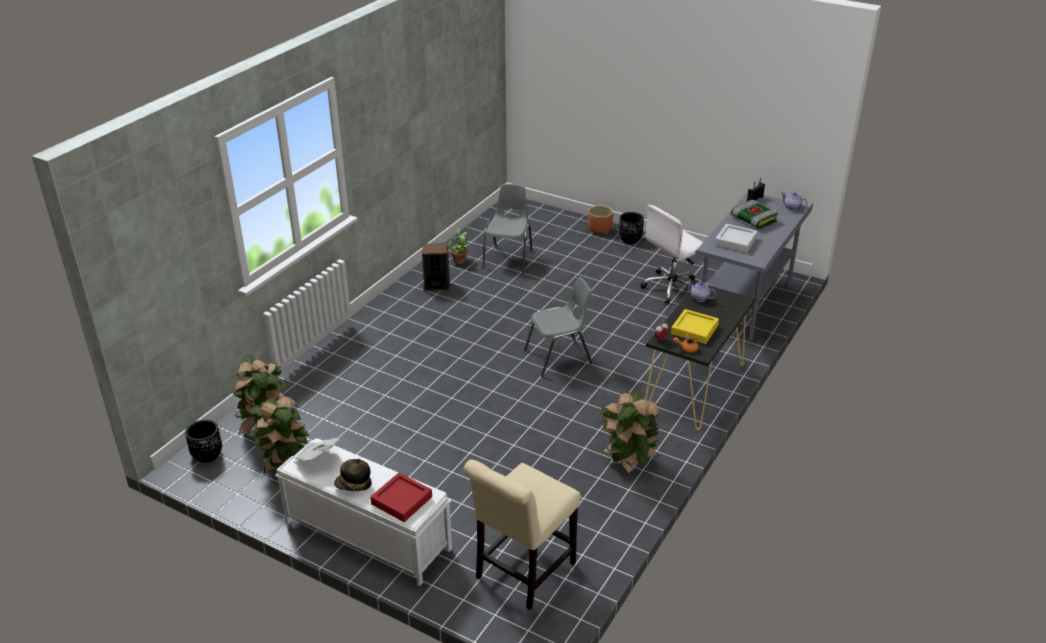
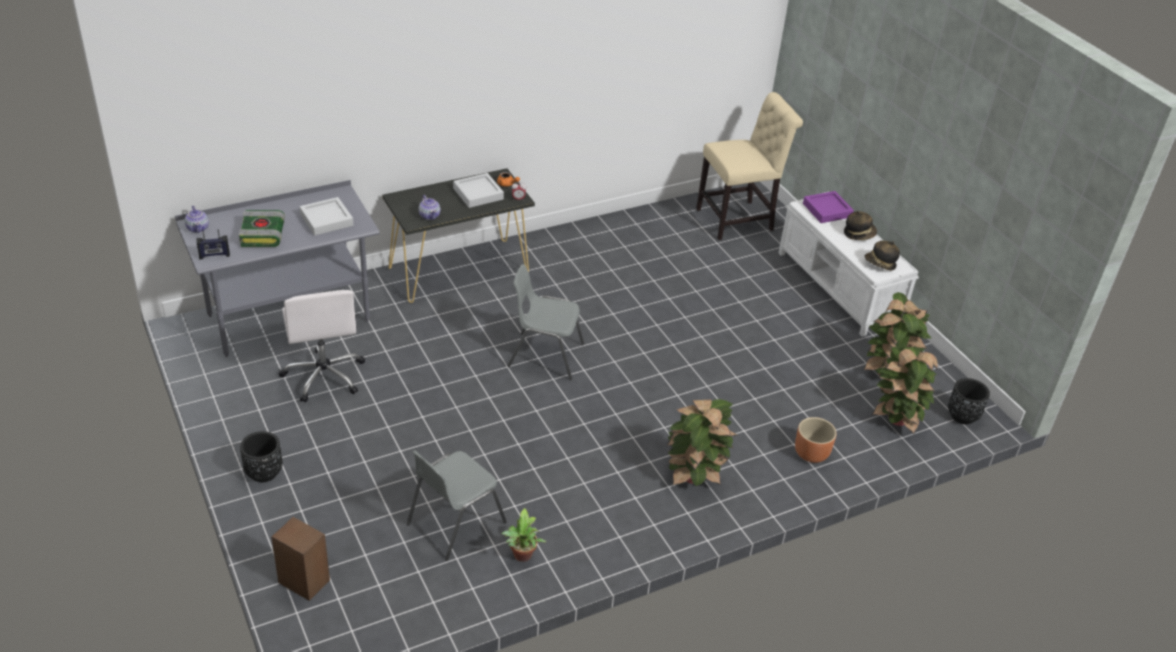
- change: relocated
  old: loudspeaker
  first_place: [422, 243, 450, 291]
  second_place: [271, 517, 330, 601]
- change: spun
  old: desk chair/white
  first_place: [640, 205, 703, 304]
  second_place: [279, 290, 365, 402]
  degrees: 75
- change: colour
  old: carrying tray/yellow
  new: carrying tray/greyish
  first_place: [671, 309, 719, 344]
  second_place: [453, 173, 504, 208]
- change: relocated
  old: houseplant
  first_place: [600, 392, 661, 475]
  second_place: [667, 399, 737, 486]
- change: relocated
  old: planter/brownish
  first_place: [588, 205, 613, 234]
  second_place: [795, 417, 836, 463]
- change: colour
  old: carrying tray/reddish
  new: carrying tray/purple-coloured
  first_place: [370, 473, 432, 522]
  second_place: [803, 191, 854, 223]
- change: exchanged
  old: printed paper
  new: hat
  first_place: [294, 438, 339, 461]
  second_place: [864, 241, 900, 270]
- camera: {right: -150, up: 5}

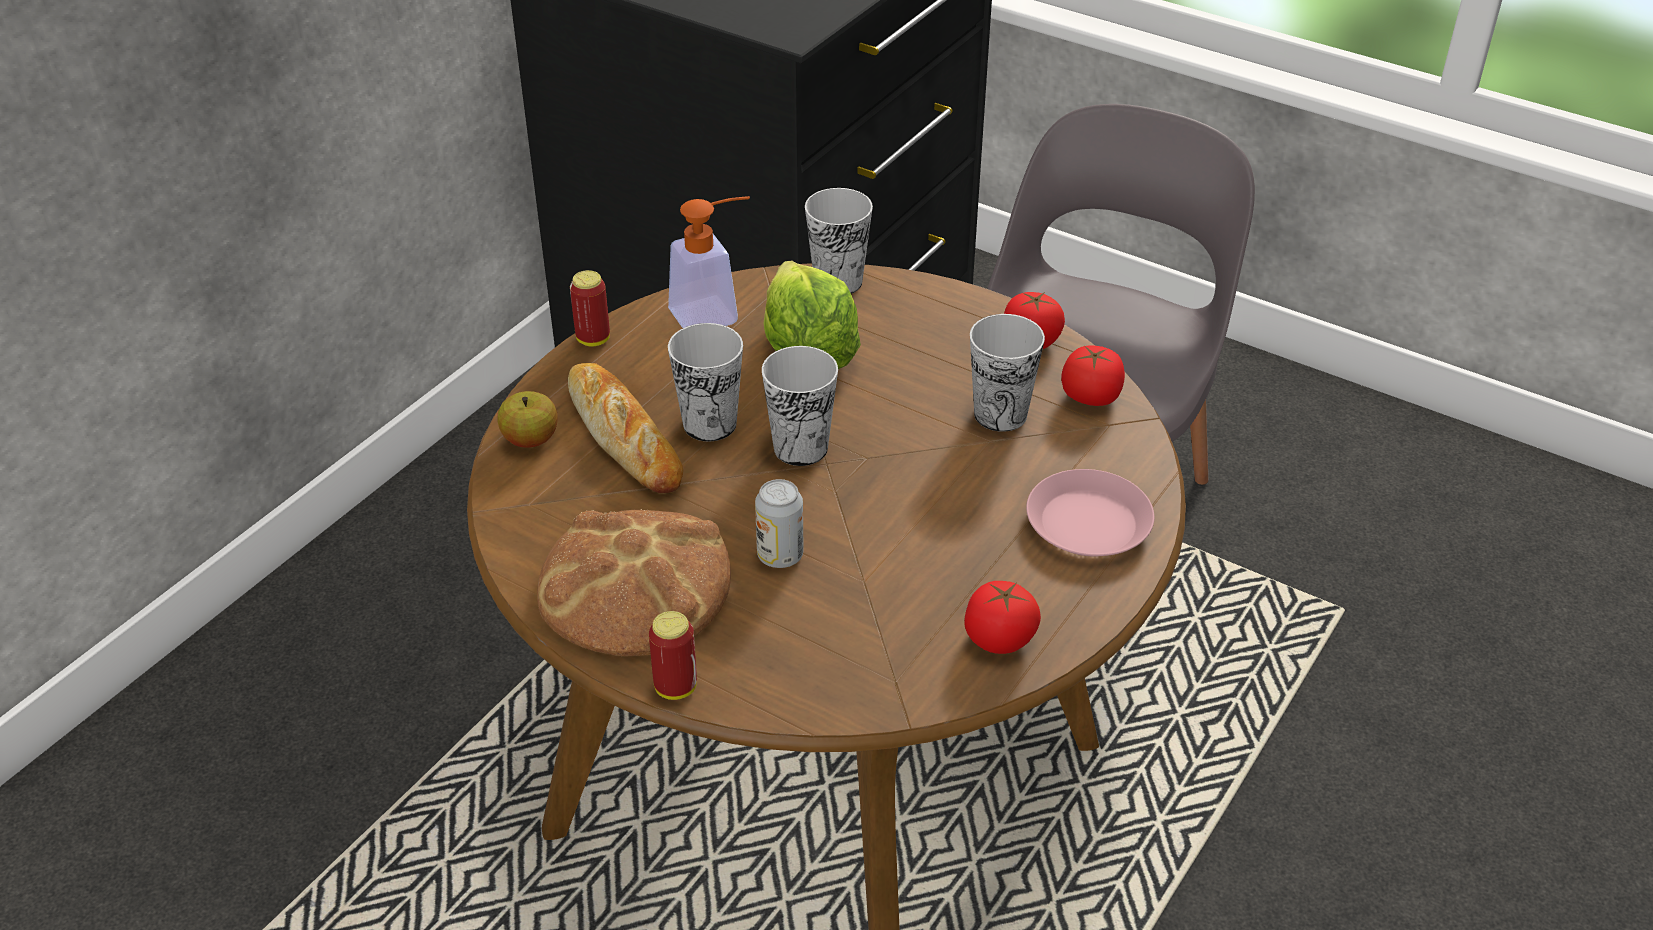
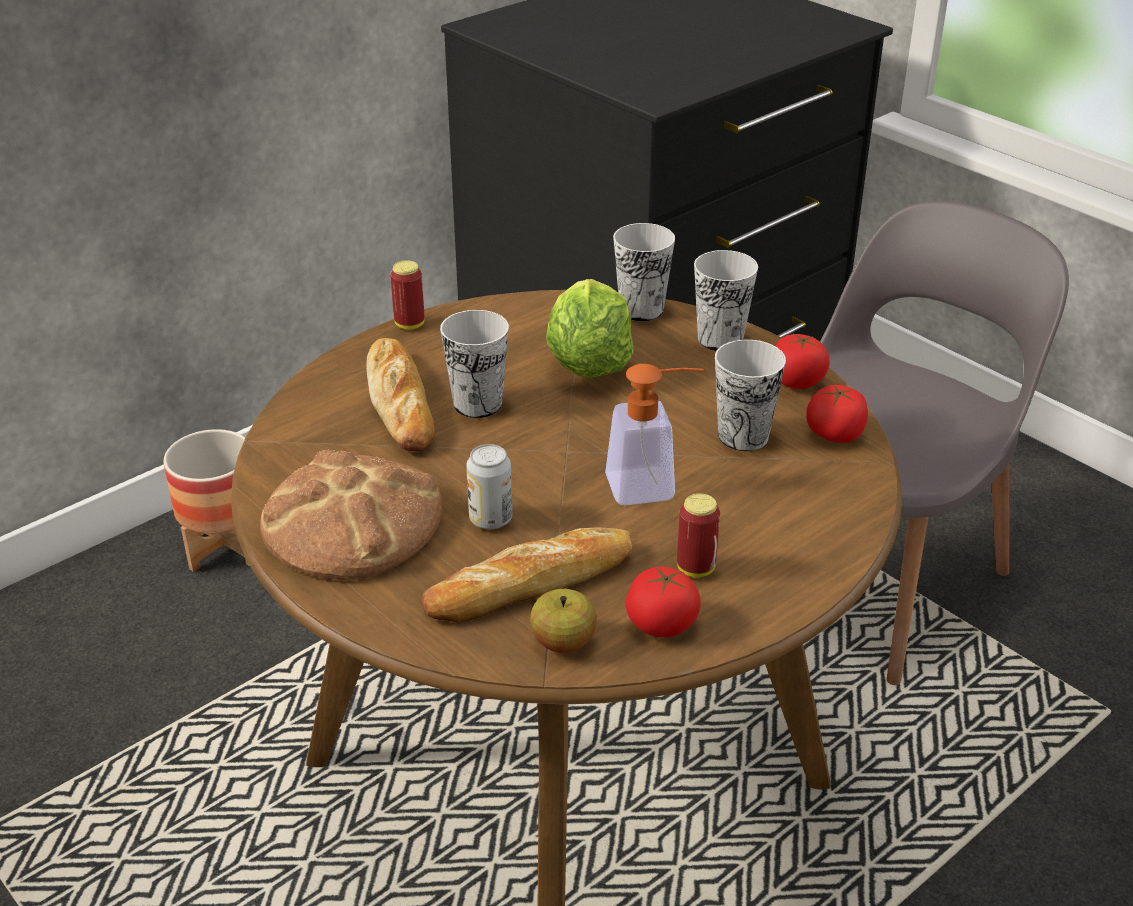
- change: appeared
  new: planter
  second_place: [163, 429, 250, 572]
- change: appeared
  new: bread
  second_place: [422, 527, 633, 623]
- change: relocated
  old: whole apple
  first_place: [497, 391, 558, 448]
  second_place: [530, 589, 597, 653]
- change: relocated
  old: soap dispenser
  first_place: [668, 196, 750, 328]
  second_place: [605, 364, 704, 505]
- change: relocated
  old: sealed can
  first_place: [649, 611, 697, 700]
  second_place: [677, 493, 720, 577]
- change: relocated
  old: drinking cup
  first_place: [762, 346, 838, 466]
  second_place: [694, 250, 758, 351]
- change: missing
  old: plate/pink-coloured
  first_place: [1026, 469, 1154, 556]
- camera: {right: 15, up: -5}

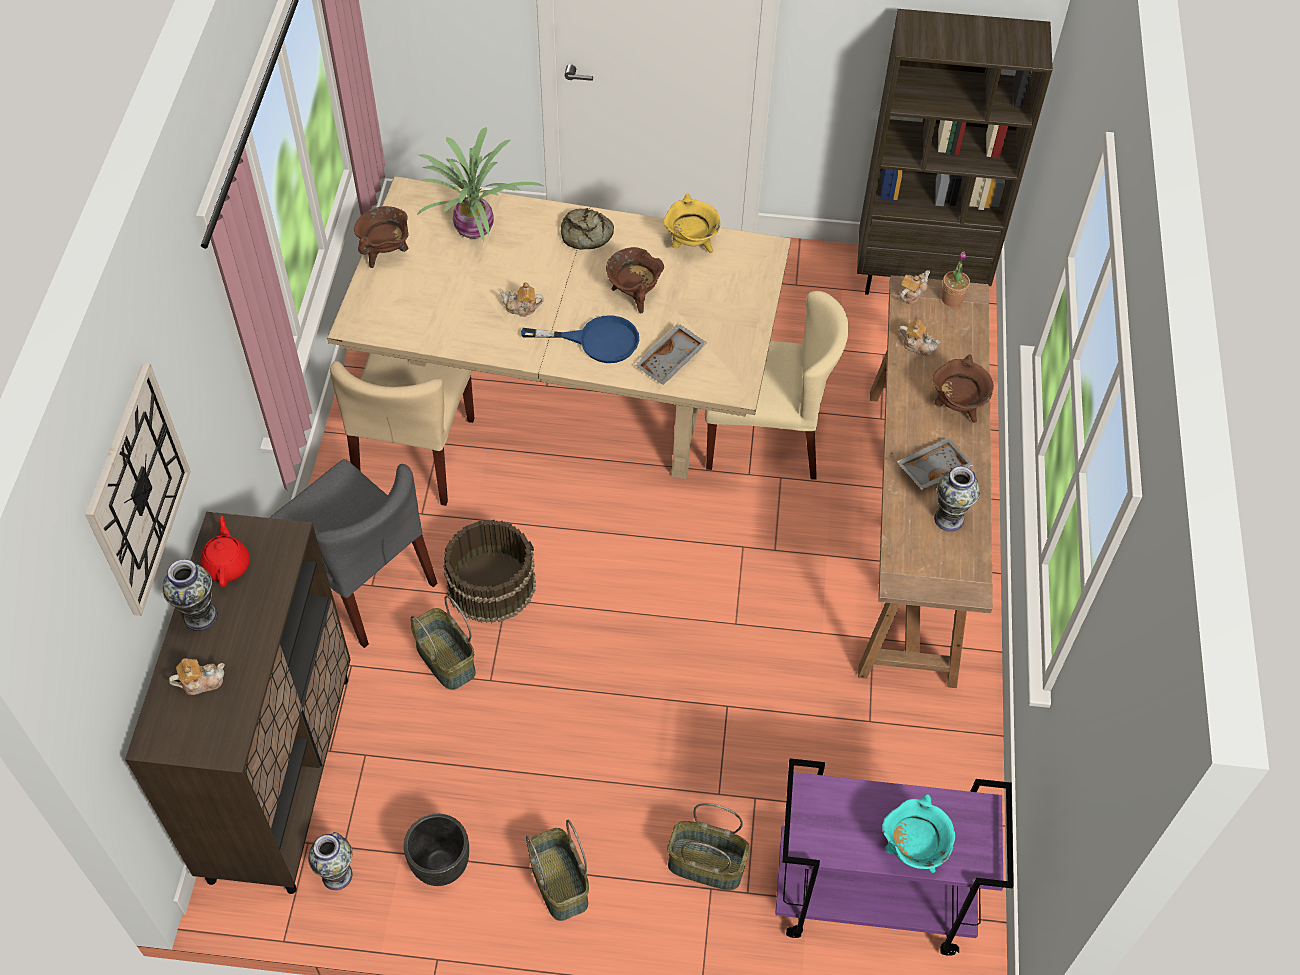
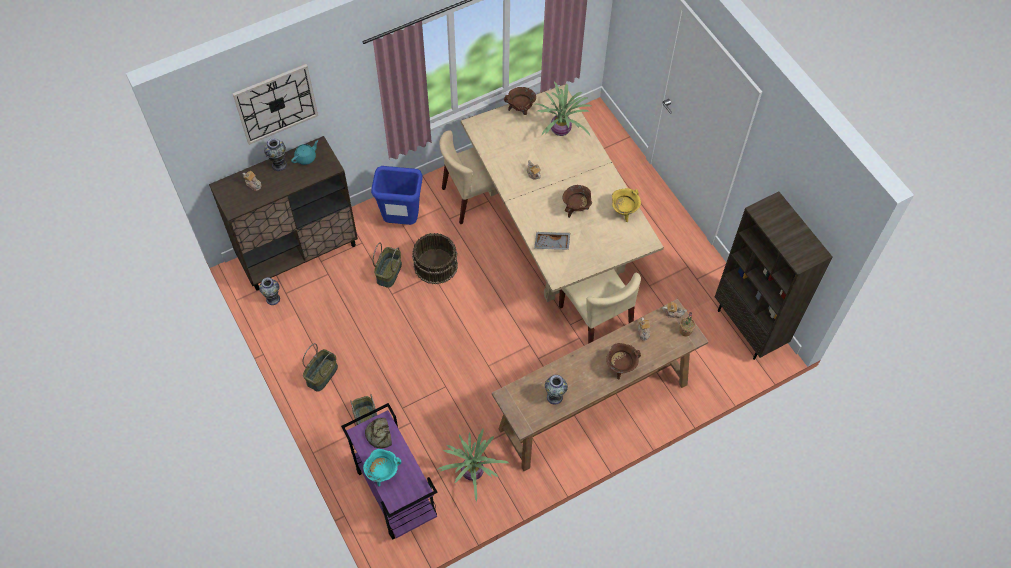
- change: colour
  old: tea pot/reddish
  new: tea pot/turquoise-coloured
  first_place: [200, 516, 250, 587]
  second_place: [291, 140, 318, 165]
- change: relocated
  old: bread
  first_place: [561, 208, 614, 249]
  second_place: [365, 418, 392, 448]
- change: exchanged
  old: plain chair/greyish
  new: waste bin/blue
  first_place: [269, 459, 437, 648]
  second_place: [371, 166, 423, 225]
- change: appeared
  new: houseplant
  second_place: [437, 429, 509, 502]
- change: missing
  old: planter/black
  first_place: [404, 814, 469, 886]
- change: missing
  old: skillet/blue
  first_place: [521, 315, 639, 363]
- change: missing
  old: carrying tray/greyish
  first_place: [896, 437, 974, 490]
- camera: {right: 55, up: 5}

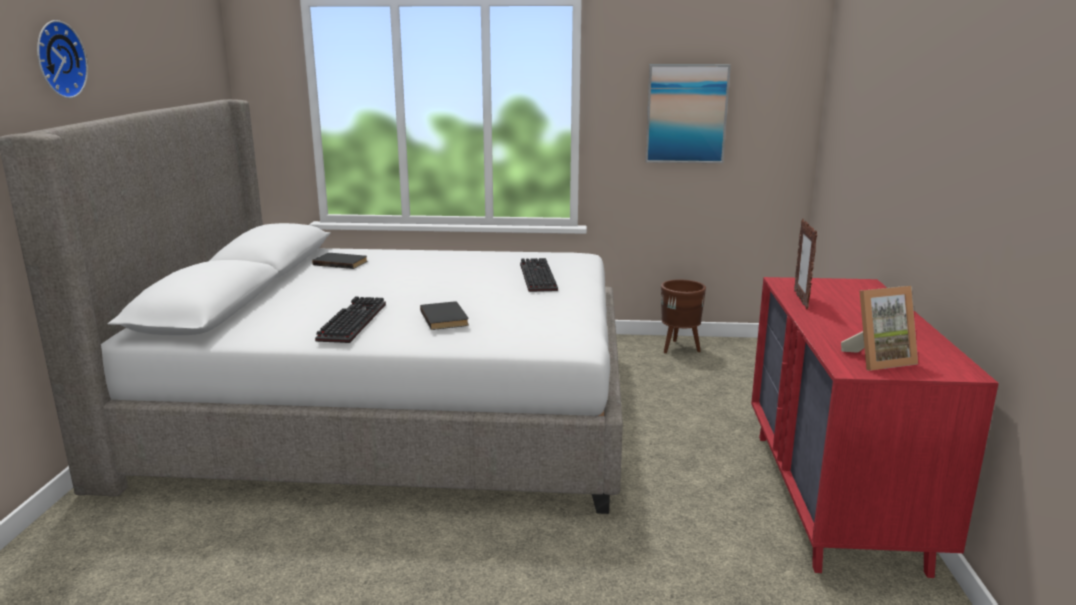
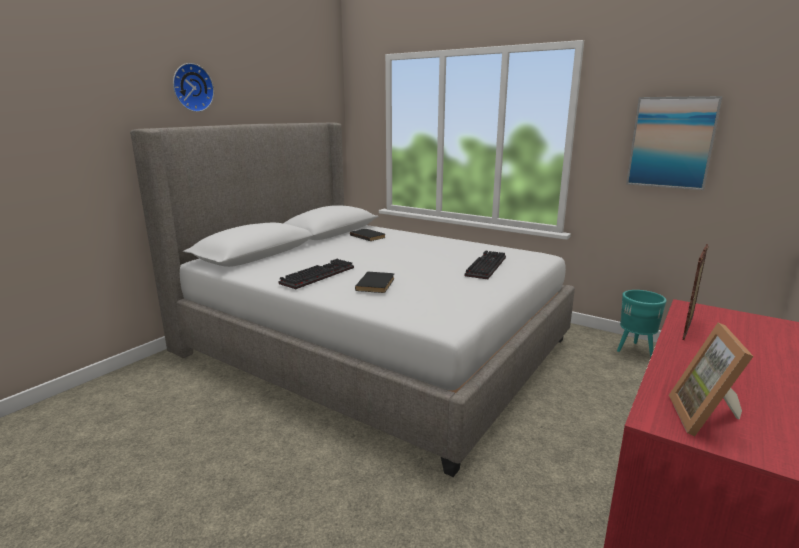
- change: colour
  old: planter/brownish
  new: planter/turquoise-coloured
  first_place: [661, 280, 706, 353]
  second_place: [617, 290, 667, 357]
- change: spun
  old: photo frame
  first_place: [841, 286, 918, 371]
  second_place: [669, 323, 754, 436]
  degrees: 90
- camera: {right: 30, up: 0}

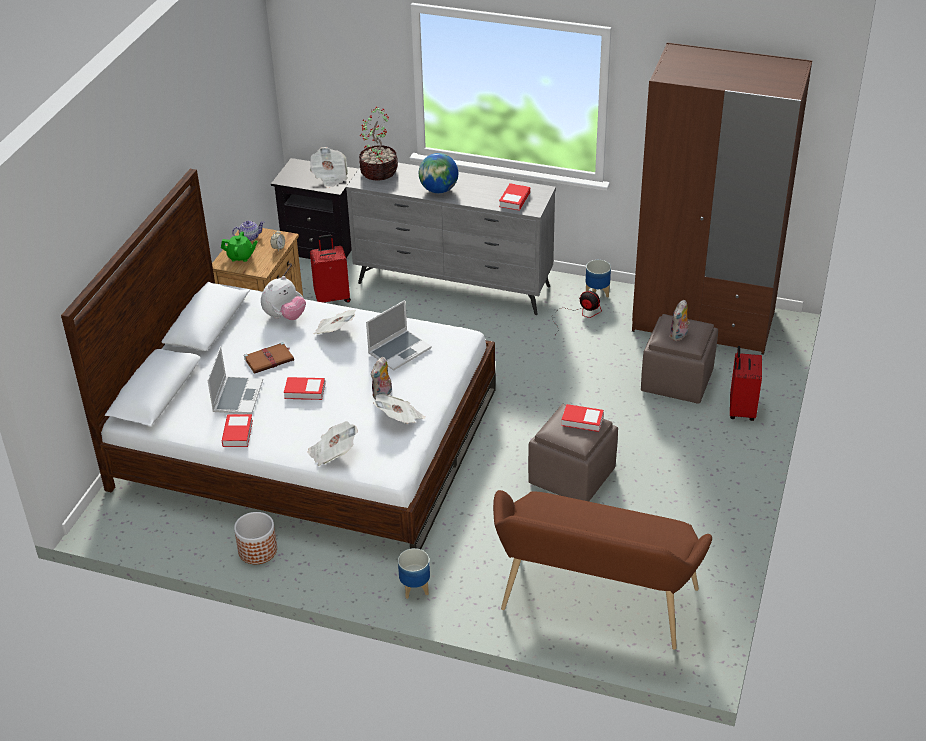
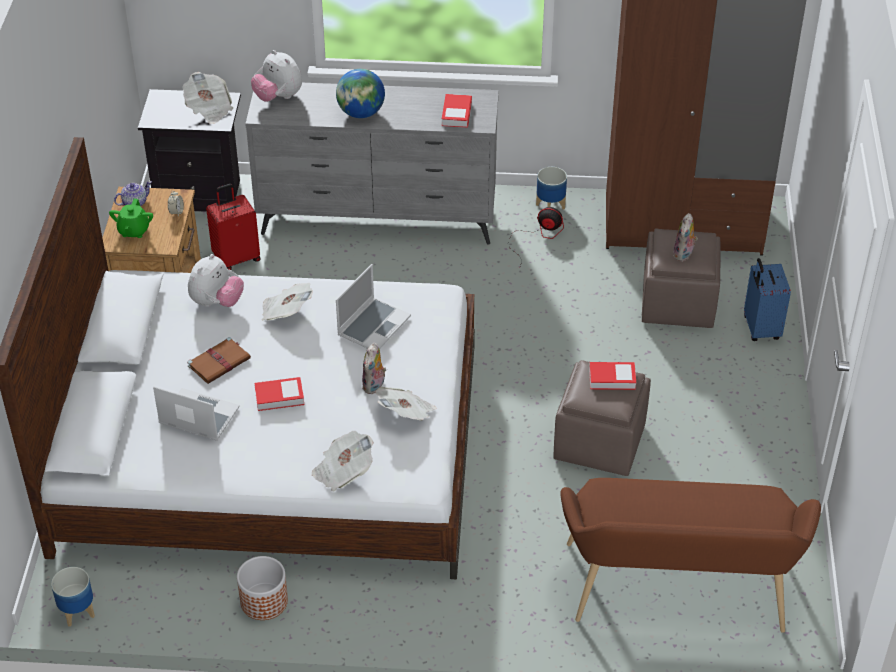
- change: relocated
  old: planter
  first_place: [398, 548, 430, 599]
  second_place: [51, 567, 95, 627]
- change: spun
  old: tea pot/green
  first_place: [221, 231, 258, 262]
  second_place: [109, 199, 153, 238]
  degrees: 105
- change: spun
  old: notebook computer
  first_place: [207, 346, 263, 414]
  second_place: [153, 386, 240, 441]
  degrees: -60
- change: exchanged
  old: houseplant
  new: cuddly toy
  first_place: [359, 107, 398, 181]
  second_place: [251, 50, 302, 102]
- change: colour
  old: piece of luggage/reddish
  new: piece of luggage/blue
  first_place: [730, 346, 762, 421]
  second_place: [744, 258, 791, 341]
- change: missing
  old: book
  first_place: [222, 414, 253, 447]
- camera: {right: -15, up: 5}

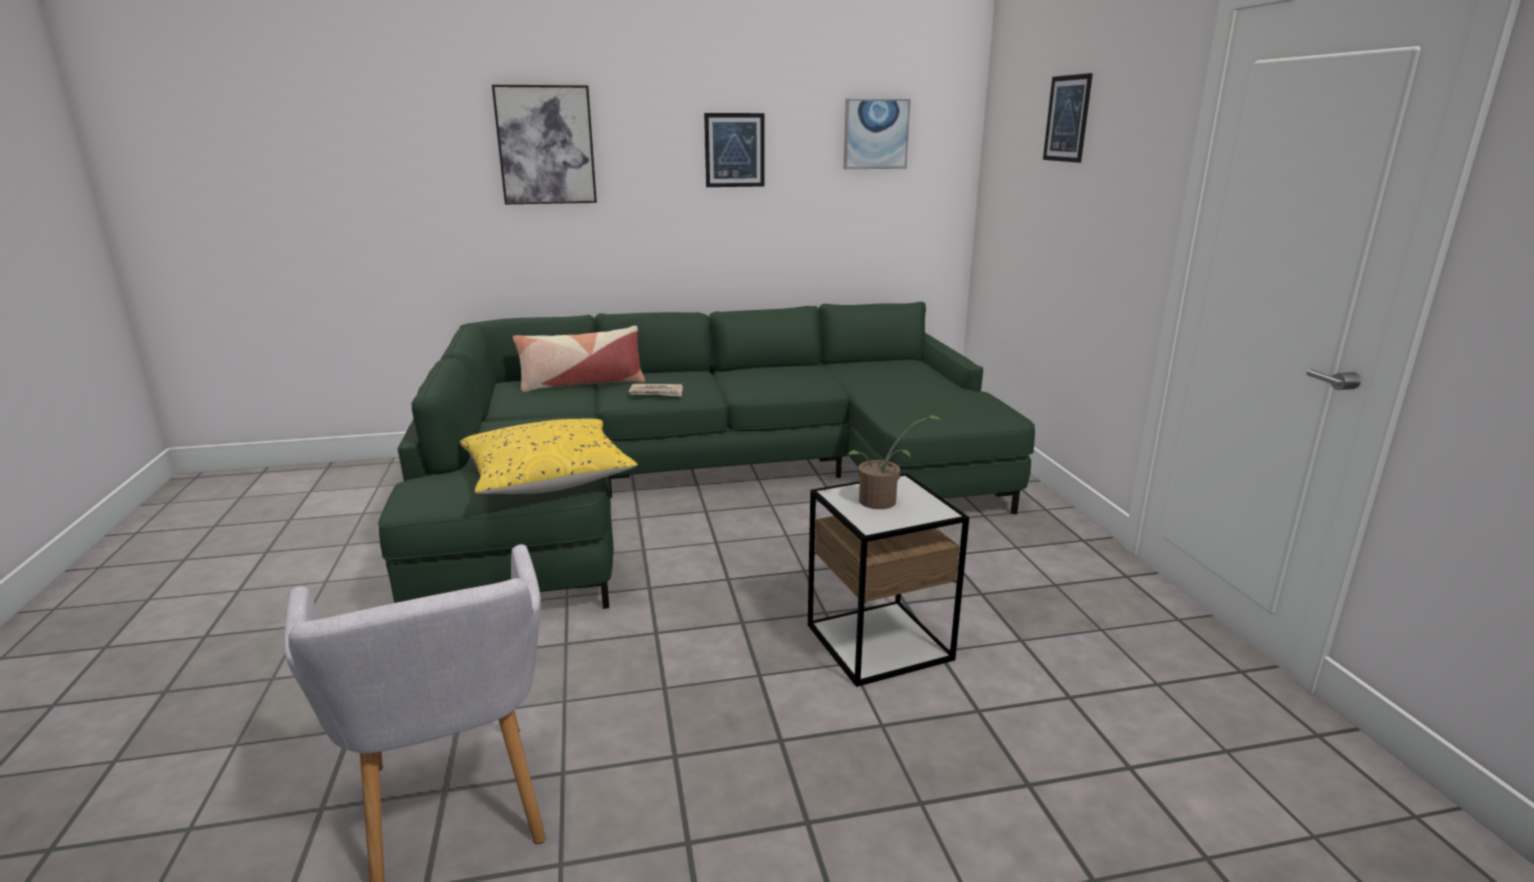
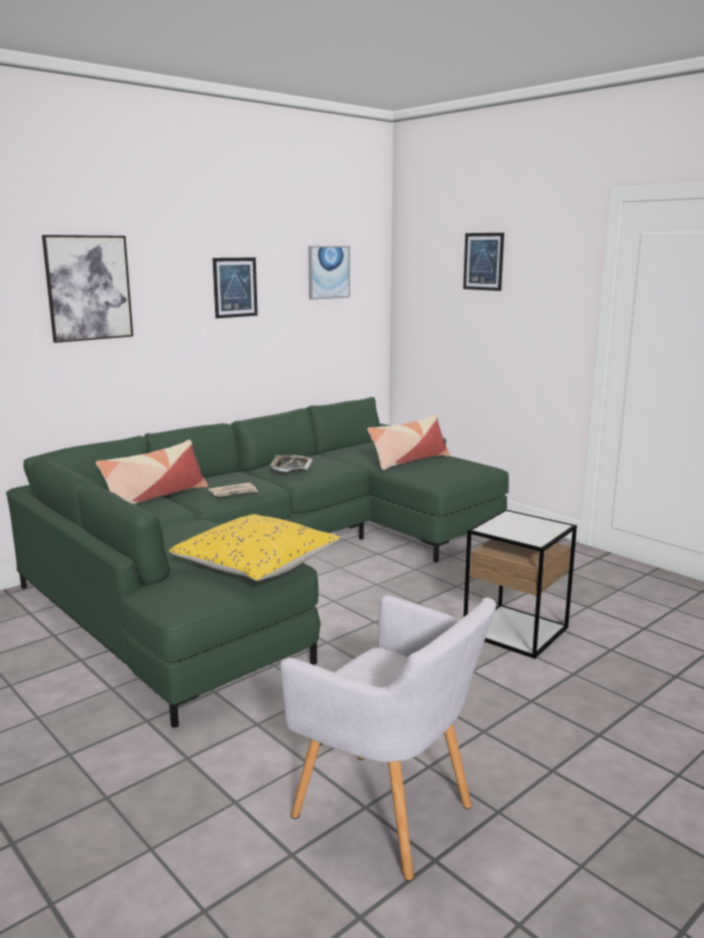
- change: appeared
  new: carrying tray
  second_place: [270, 455, 313, 472]
- change: appeared
  new: pillow
  second_place: [367, 414, 450, 470]
- change: missing
  old: houseplant
  first_place: [847, 415, 942, 509]
- camera: {right: -30, up: -5}

